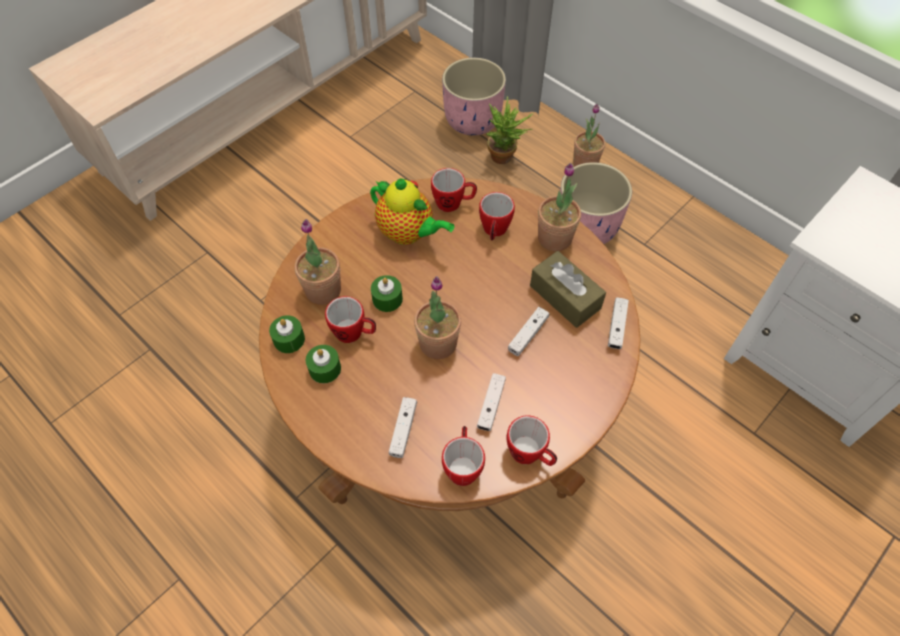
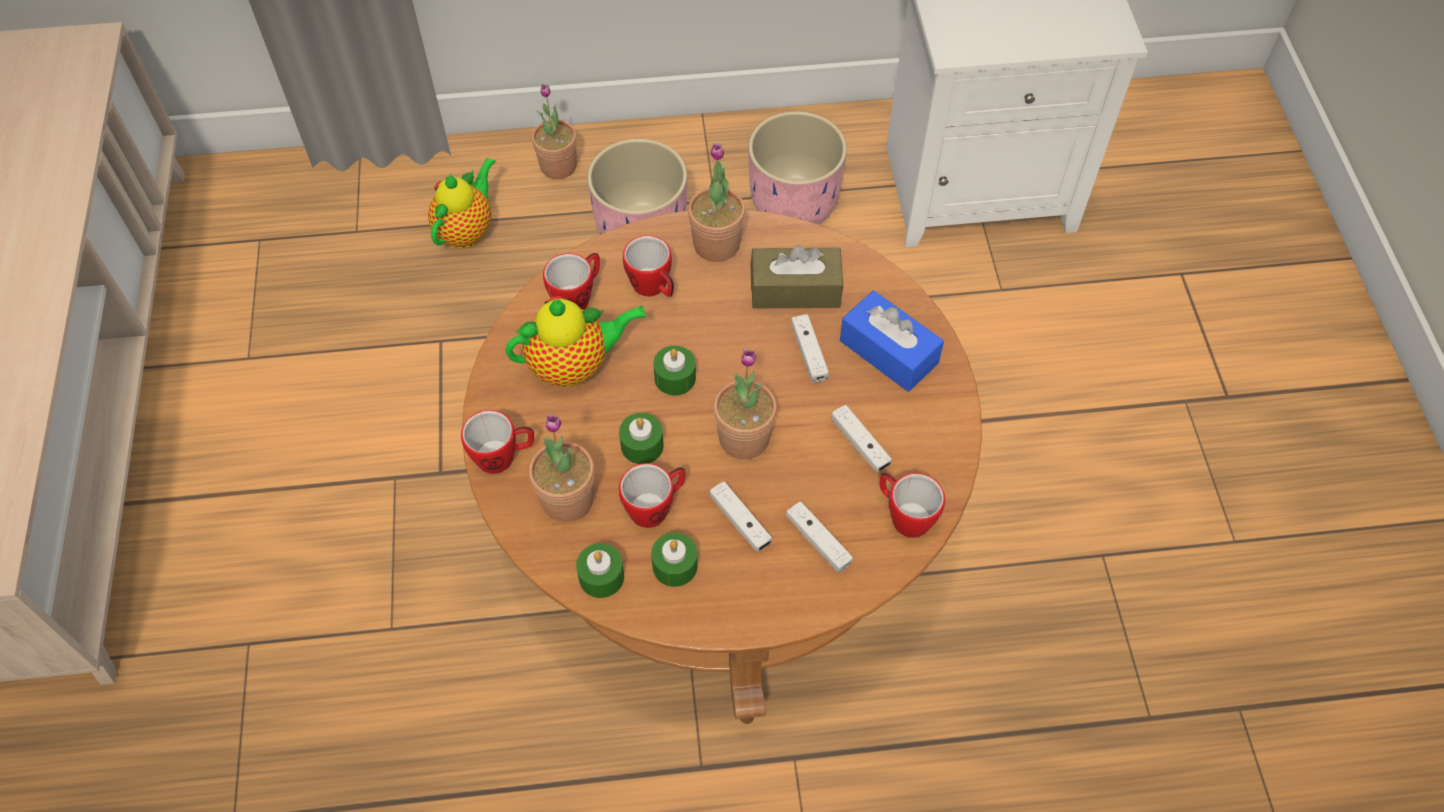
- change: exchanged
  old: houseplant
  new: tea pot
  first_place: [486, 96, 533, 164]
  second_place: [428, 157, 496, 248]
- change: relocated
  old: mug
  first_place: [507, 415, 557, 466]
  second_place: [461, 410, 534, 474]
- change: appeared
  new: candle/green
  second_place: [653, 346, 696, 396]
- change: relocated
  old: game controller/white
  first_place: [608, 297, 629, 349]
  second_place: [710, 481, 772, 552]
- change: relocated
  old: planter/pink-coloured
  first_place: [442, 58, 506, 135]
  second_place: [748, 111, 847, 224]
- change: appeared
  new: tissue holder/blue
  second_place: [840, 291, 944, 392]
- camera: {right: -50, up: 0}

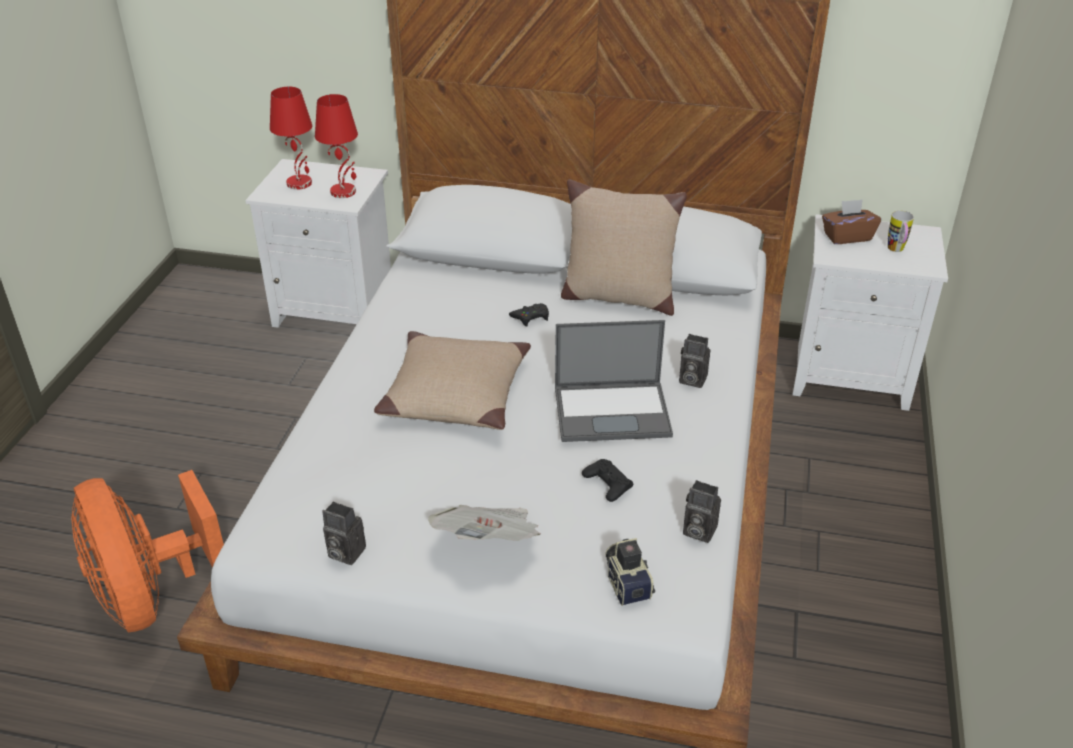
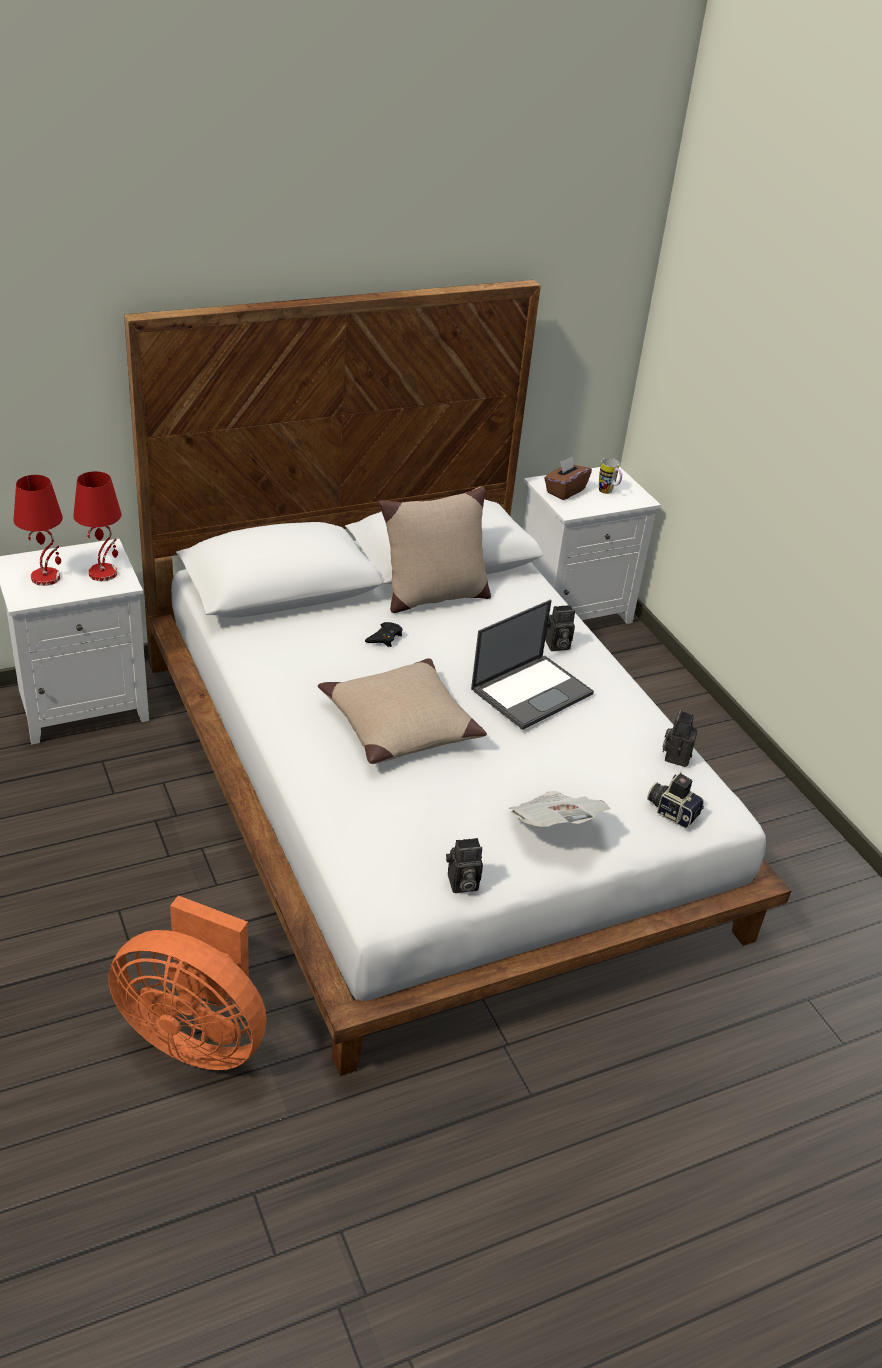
- change: spun
  old: photo camera
  first_place: [683, 480, 721, 543]
  second_place: [663, 709, 698, 767]
  degrees: 120
- change: missing
  old: game controller/black
  first_place: [582, 459, 633, 502]
- camera: {right: -40, up: 0}

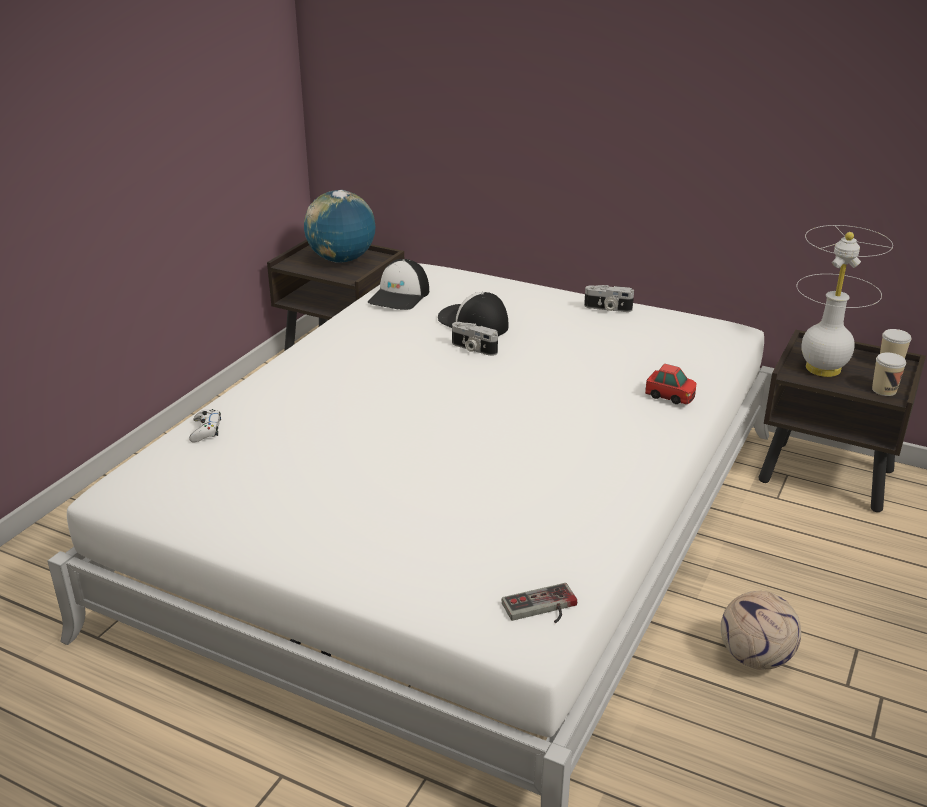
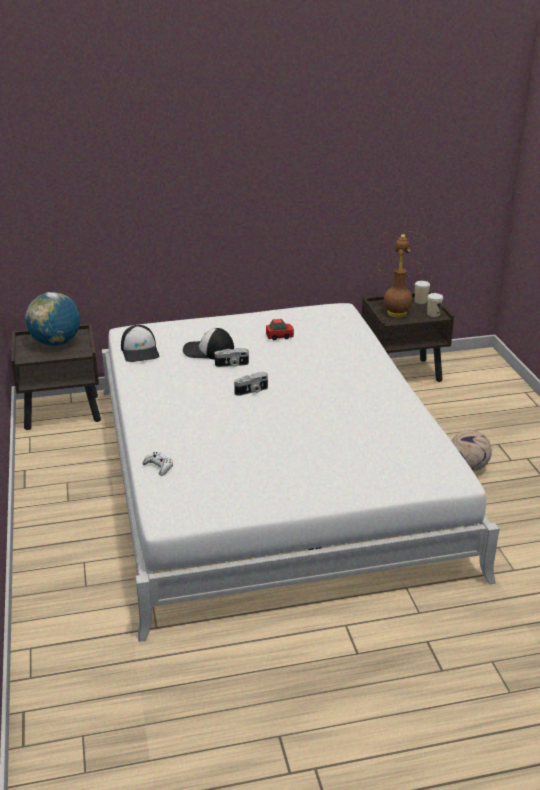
- change: relocated
  old: photo camera
  first_place: [584, 285, 634, 312]
  second_place: [234, 372, 268, 396]
- change: relocated
  old: toy car
  first_place: [645, 364, 696, 404]
  second_place: [266, 319, 294, 340]
- change: colour
  old: table lamp/white
  new: table lamp/brownish
  first_place: [797, 225, 893, 377]
  second_place: [377, 231, 427, 318]
- change: missing
  old: game controller
  first_place: [502, 583, 577, 623]
- camera: {right: -40, up: 0}

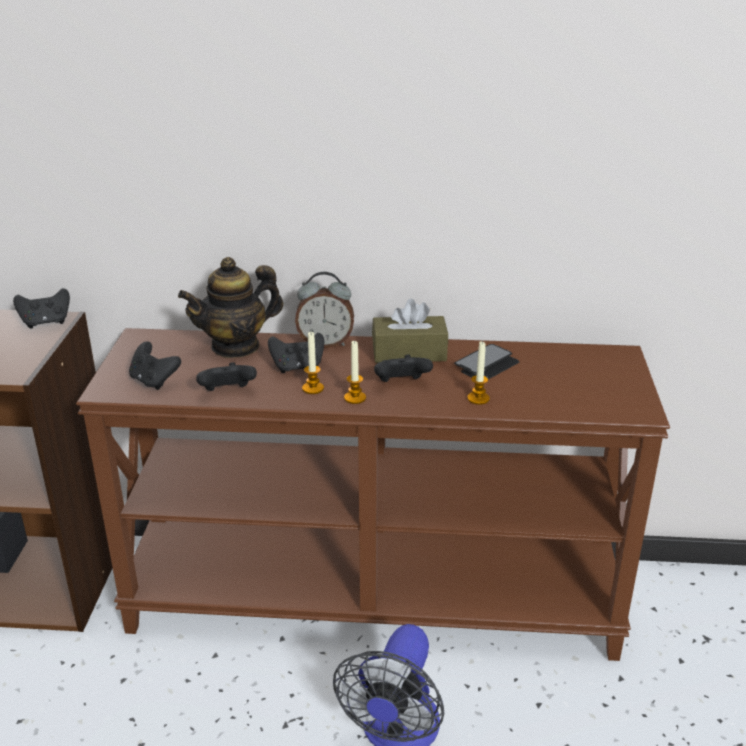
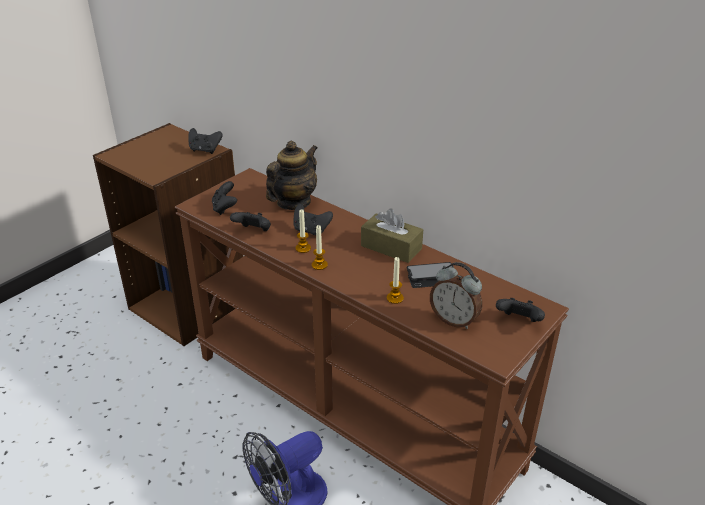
- change: spun
  old: tea pot
  first_place: [178, 257, 283, 358]
  second_place: [266, 141, 317, 210]
  degrees: 120
- change: relocated
  old: bedside clock
  first_place: [295, 272, 354, 348]
  second_place: [430, 262, 483, 329]
- change: relocated
  old: game controller/black
  first_place: [374, 355, 433, 382]
  second_place: [496, 298, 545, 322]
- camera: {right: 35, up: 5}

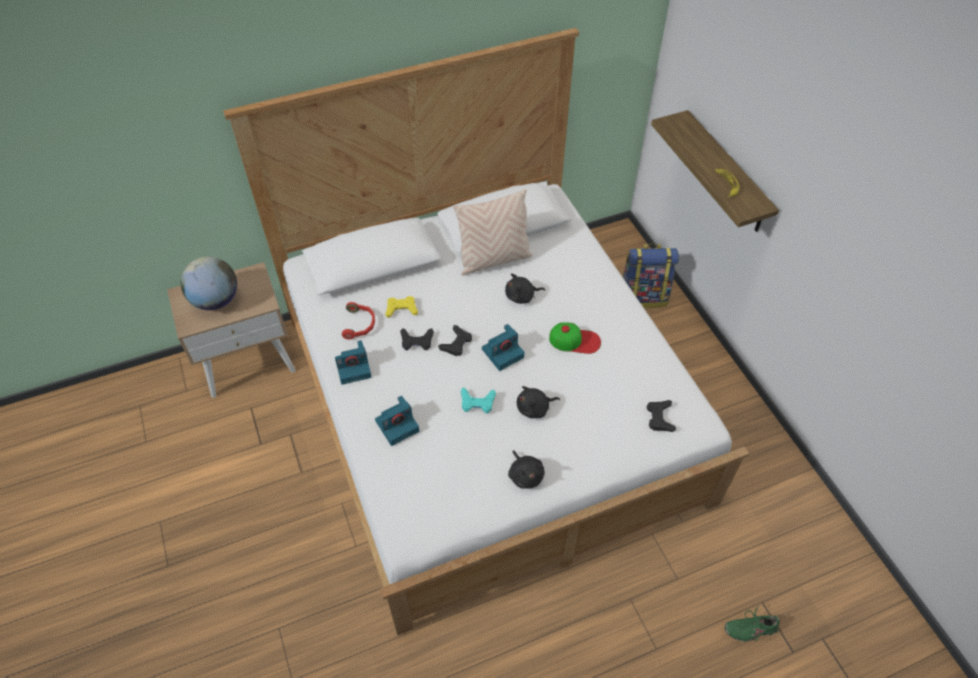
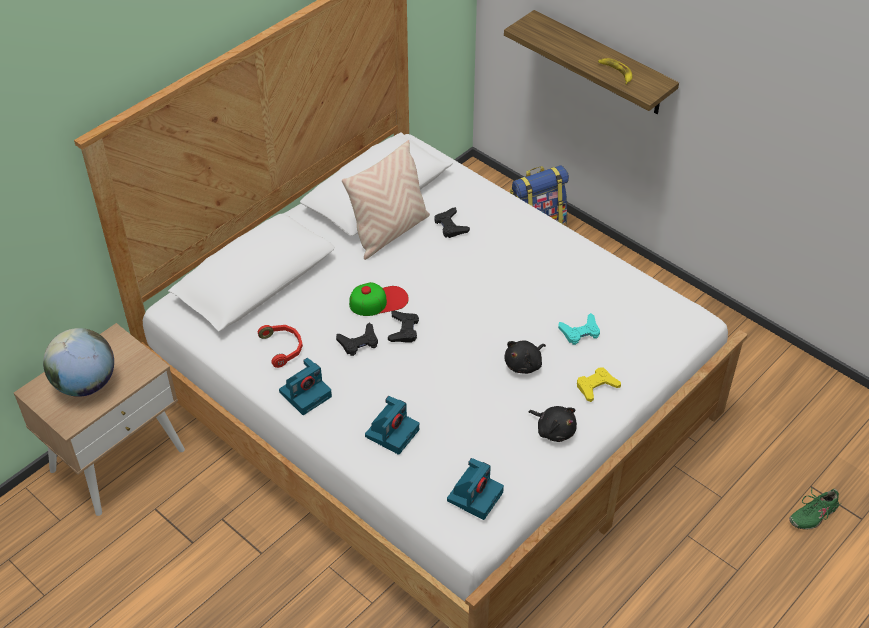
- change: relocated
  old: peaked cap
  first_place: [549, 322, 601, 354]
  second_place: [349, 282, 409, 316]
- change: relocated
  old: game controller/black
  first_place: [647, 400, 676, 432]
  second_place: [434, 207, 470, 238]
- change: relocated
  old: photo camera
  first_place: [482, 324, 524, 371]
  second_place: [447, 458, 504, 520]
- change: relocated
  old: game controller/turquoise-coloured
  first_place: [461, 388, 496, 413]
  second_place: [558, 313, 600, 345]
- change: relocated
  old: game controller/yellow
  first_place: [385, 296, 418, 318]
  second_place: [577, 368, 621, 402]
- change: missing
  old: cuddly toy/black
  first_place: [505, 273, 545, 304]
- camera: {right: -25, up: -5}

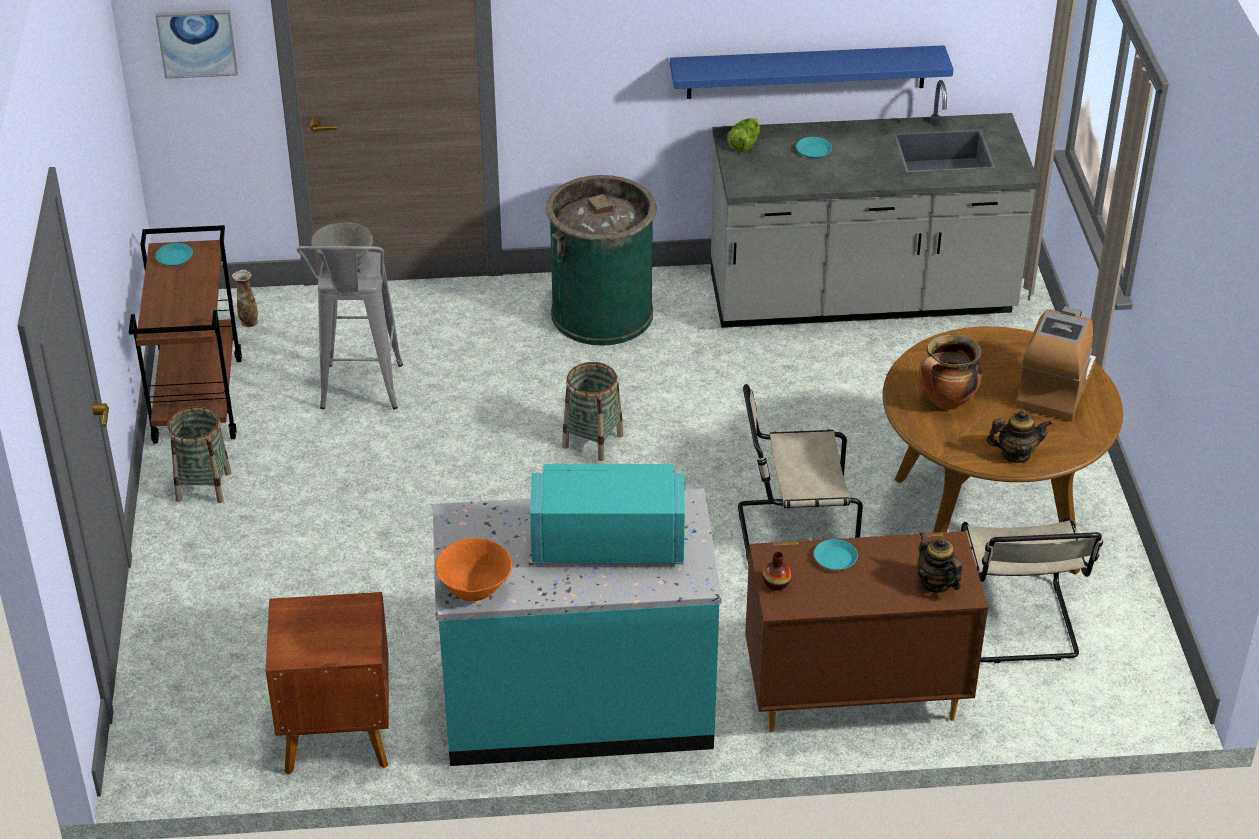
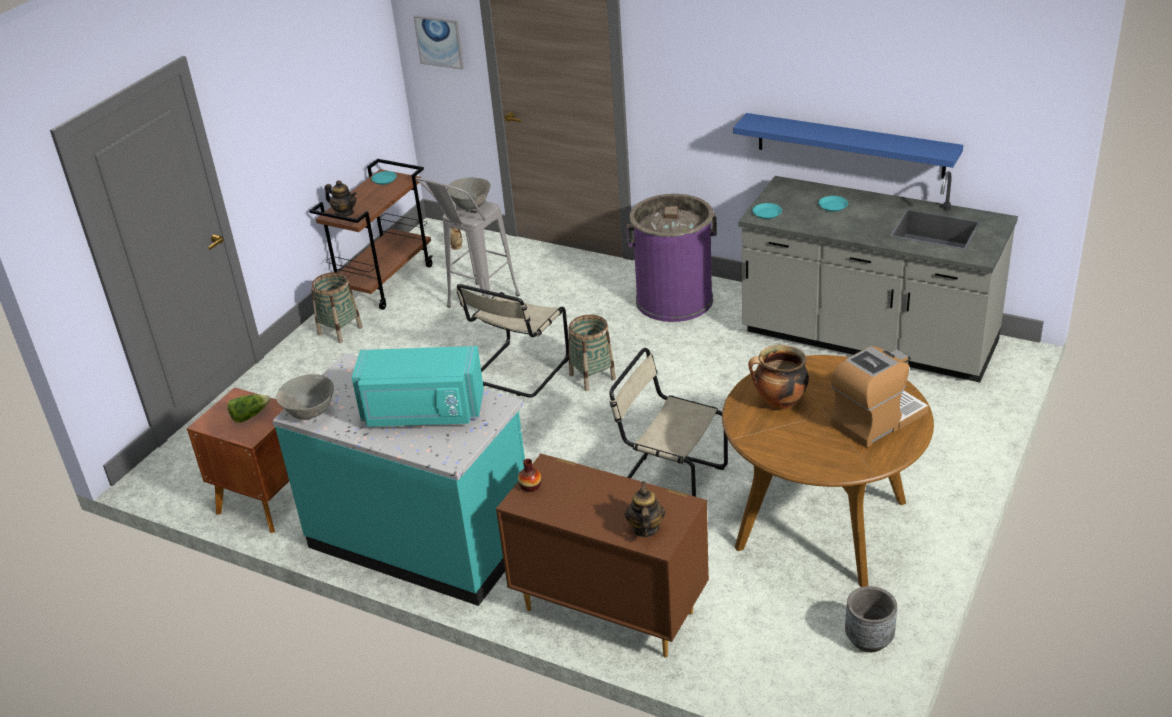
- change: relocated
  old: lettuce head
  first_place: [727, 118, 760, 152]
  second_place: [227, 395, 270, 423]
- change: colour
  old: deep dish/orange
  new: deep dish/greyish
  first_place: [435, 538, 512, 601]
  second_place: [276, 374, 334, 420]
- change: relocated
  old: tea pot
  first_place: [986, 409, 1052, 463]
  second_place: [325, 180, 357, 217]
- change: spun
  old: microwave oven/turquoise-coloured
  first_place: [530, 464, 685, 564]
  second_place: [352, 346, 484, 427]
  degrees: 150
- change: relocated
  old: plain chair/sand-coloured
  first_place: [961, 517, 1103, 663]
  second_place: [456, 284, 569, 398]
- change: colour
  old: waste bin/green
  new: waste bin/purple-coloured
  first_place: [546, 175, 657, 346]
  second_place: [626, 194, 717, 322]
- change: relocated
  old: plate/turquoise-coloured
  first_place: [814, 539, 858, 570]
  second_place: [752, 203, 782, 219]
- change: appeared
  new: planter/greyish
  second_place: [845, 586, 897, 652]
- camera: {right: 35, up: -5}

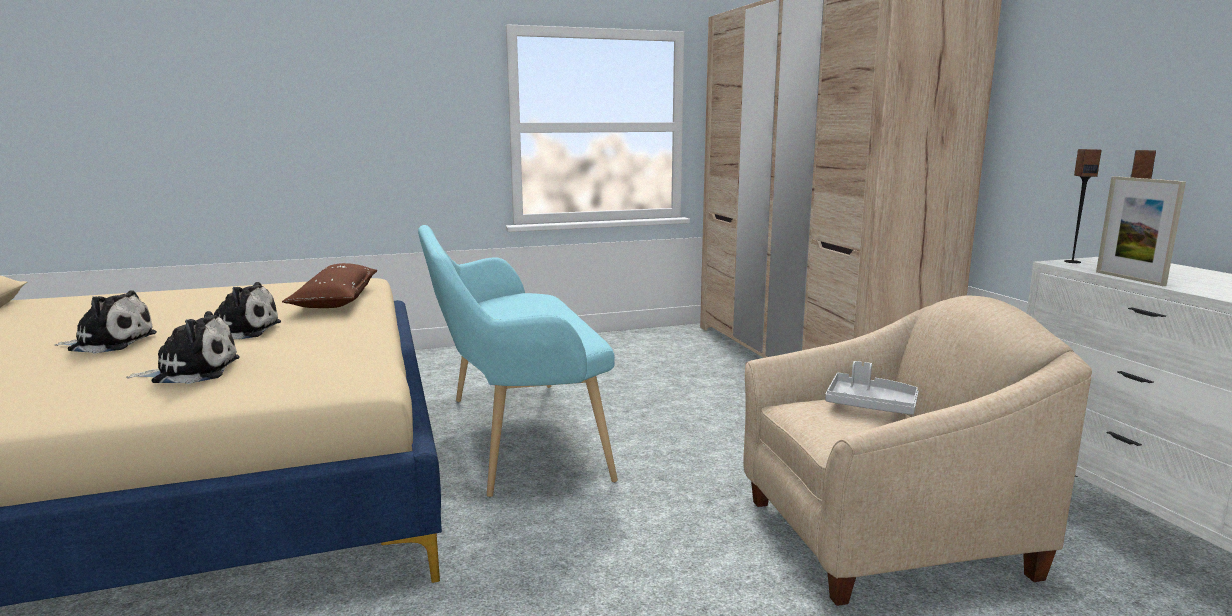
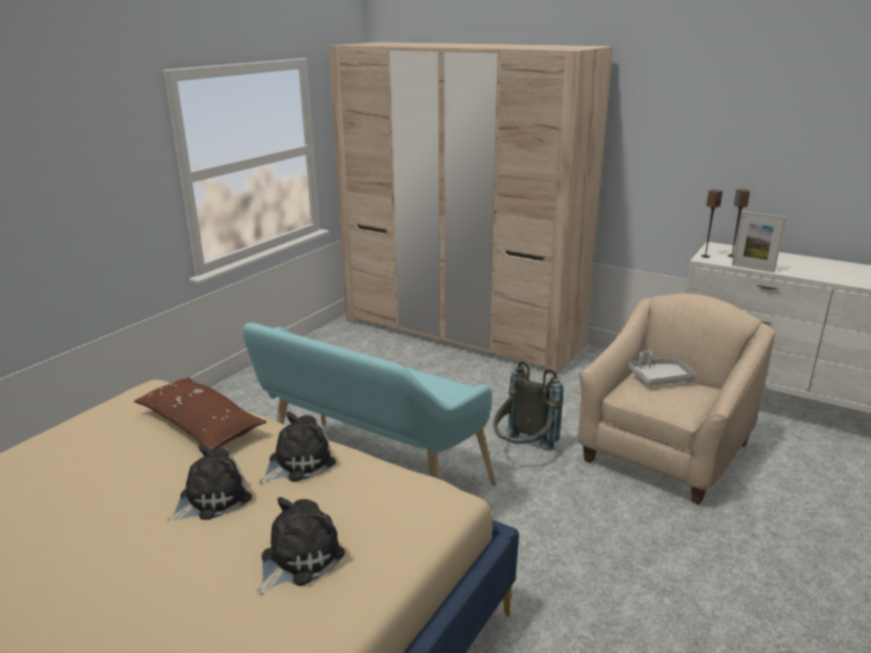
- change: relocated
  old: cuddly toy
  first_place: [55, 290, 157, 354]
  second_place: [259, 412, 336, 484]
- change: appeared
  new: rucksack/greyish
  second_place: [493, 361, 563, 451]
- camera: {right: -40, up: 10}

